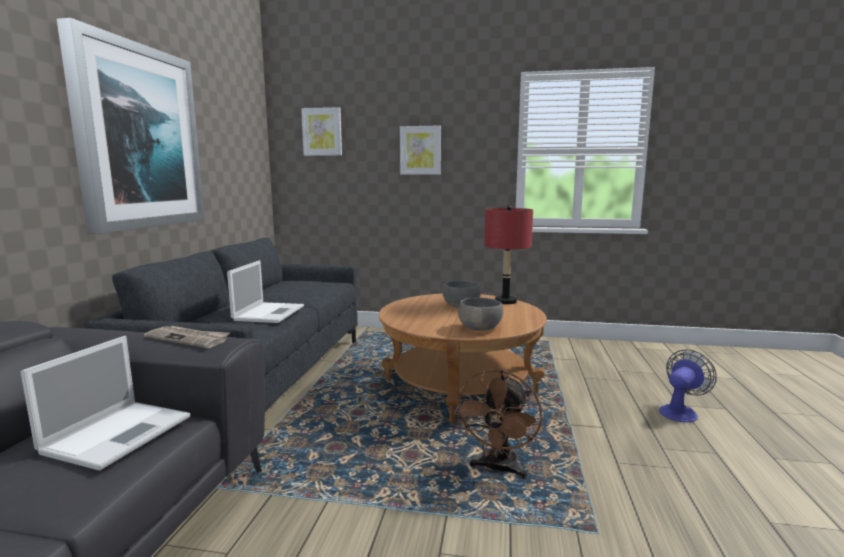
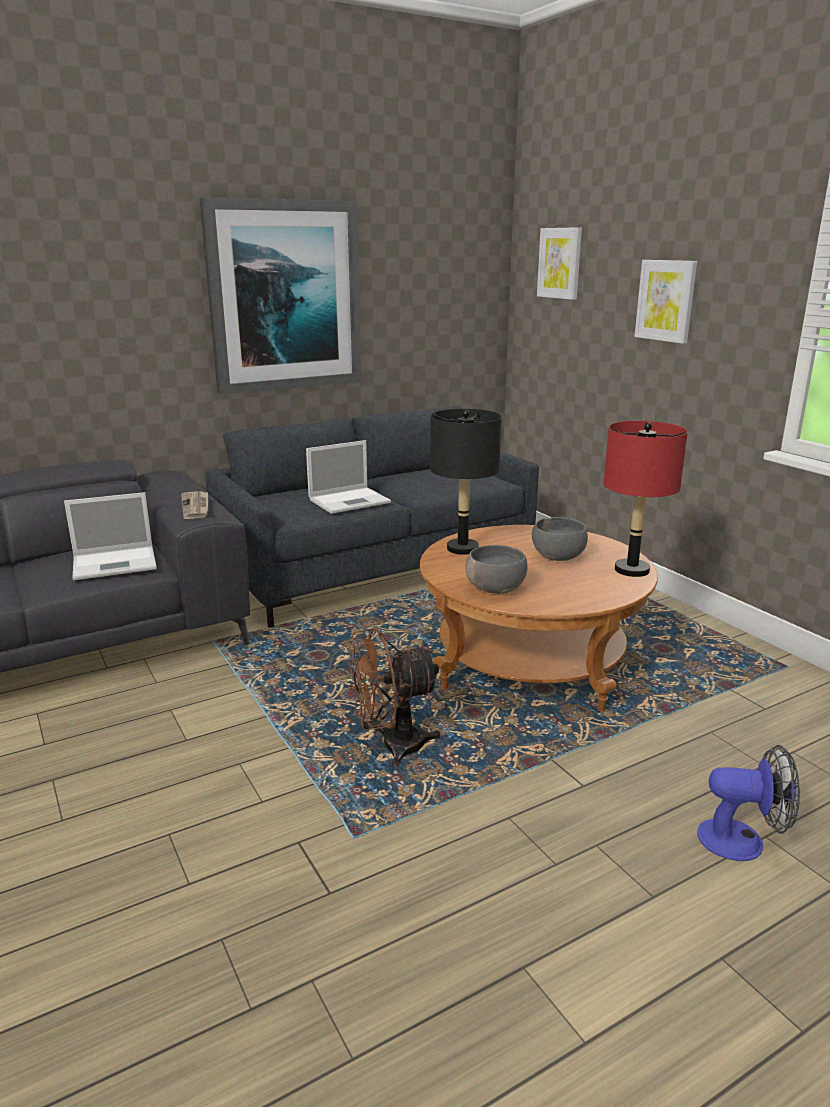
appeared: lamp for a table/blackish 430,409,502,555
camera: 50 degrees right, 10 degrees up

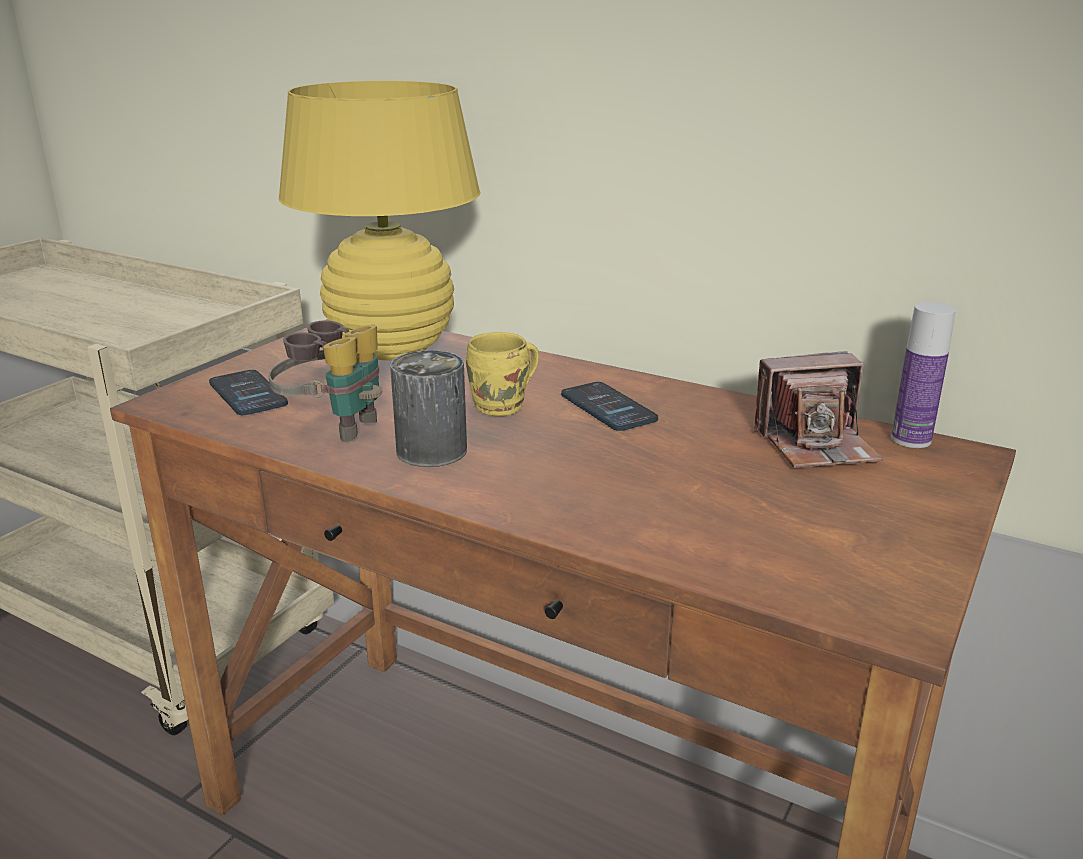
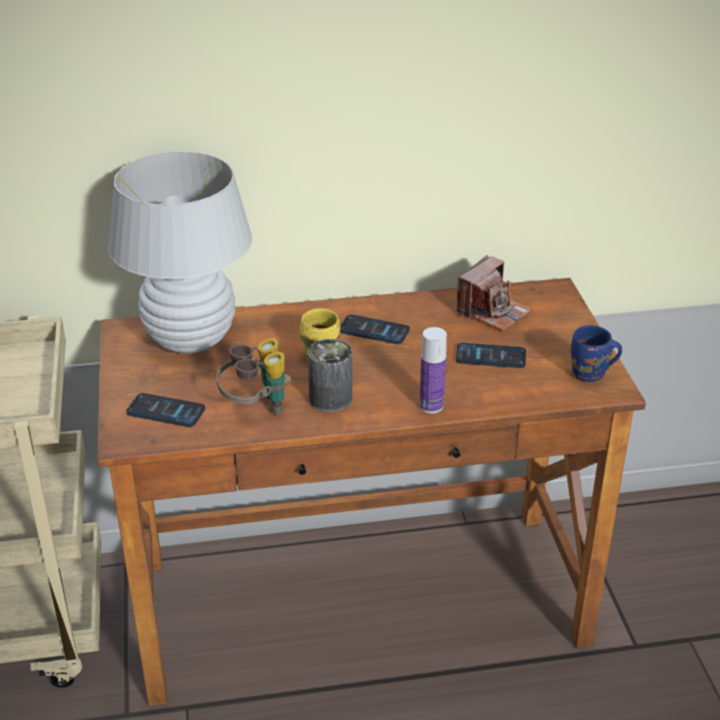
appeared: phone 456,343,526,368; coffee mug/bluish 571,325,622,382
relocated: drink bottle 891,302,956,448 to 419,327,447,414
colour: lamp for a table/yellow 278,81,481,360 to lamp for a table/white-coloured 108,151,252,354
camera: 40 degrees left, 10 degrees up

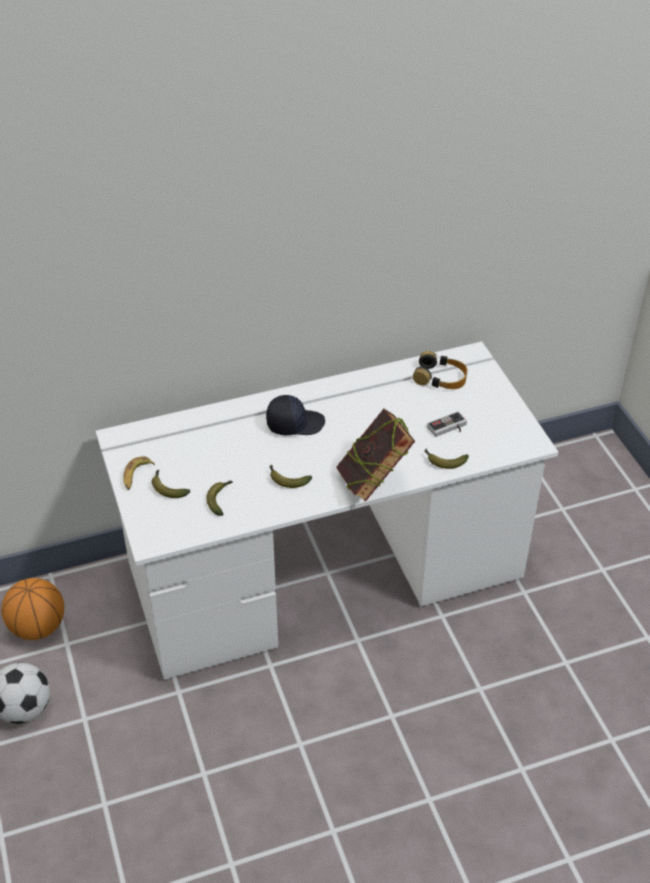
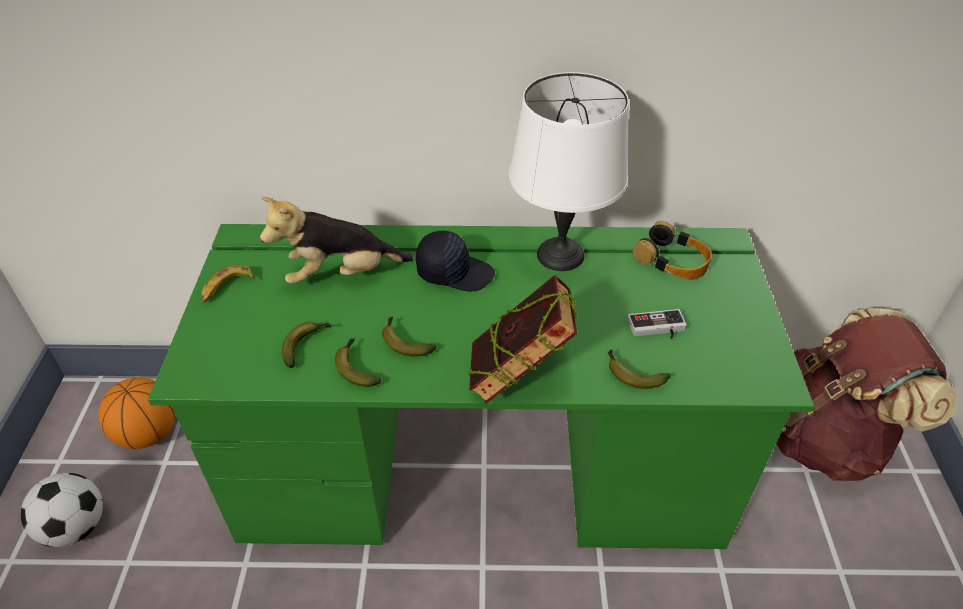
appeared: soft toy 260,197,413,284; lamp for a table/white-coloured 509,72,629,271; rucksack/brown 776,308,956,481
relocated: banana fruit 152,470,190,498 to 335,338,381,387
colour: desk unit/white-coloured 96,342,558,680 to desk unit/green-coloured 148,224,814,549
camera: 20 degrees right, 0 degrees up

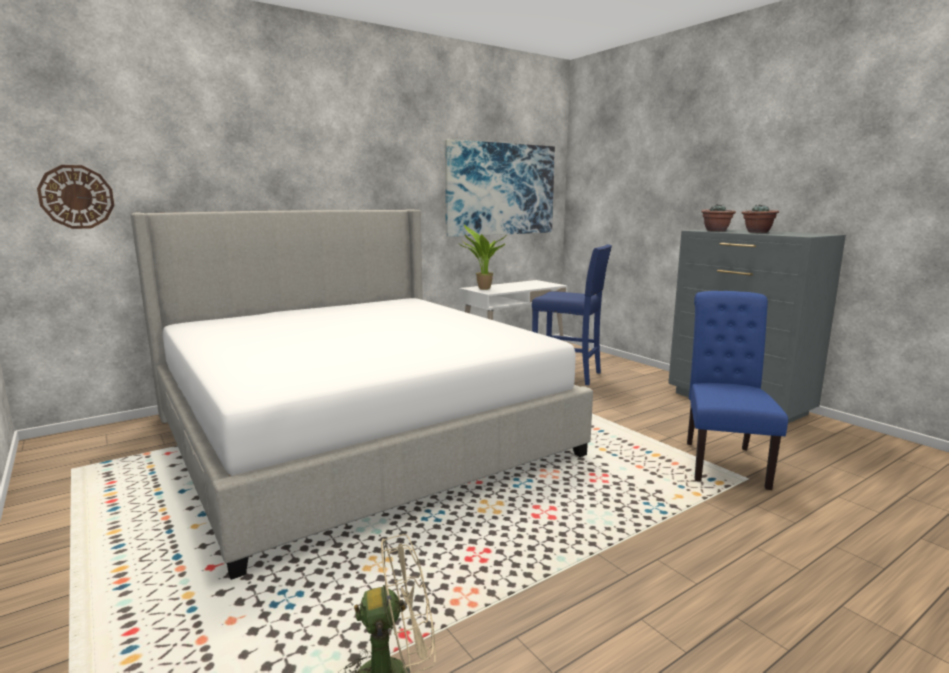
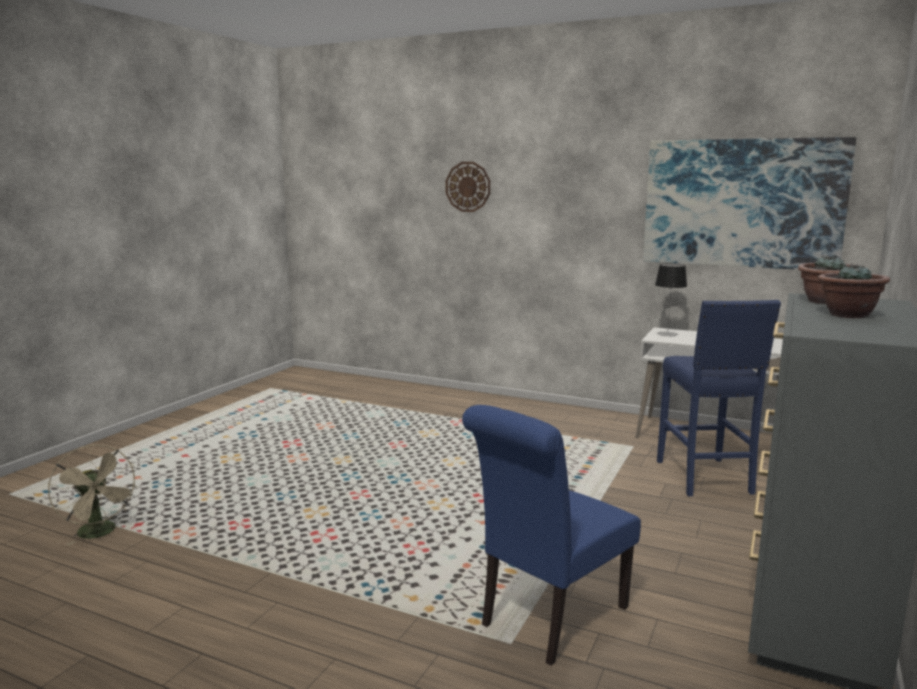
missing: sleeping bed 131,209,593,580
relocated: hanging clock 37,165,115,229 to 446,162,490,212
exchanged: houseplant 459,224,505,290 to lamp for a table 655,263,687,337
spun: chair/bluish 687,291,788,490 = 462,405,641,666 150 degrees clockwise
camera: 60 degrees right, 0 degrees up

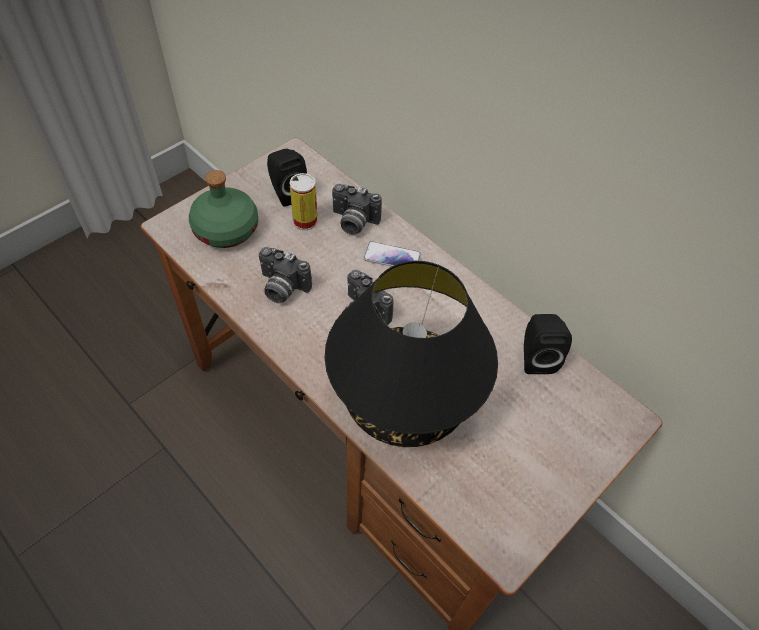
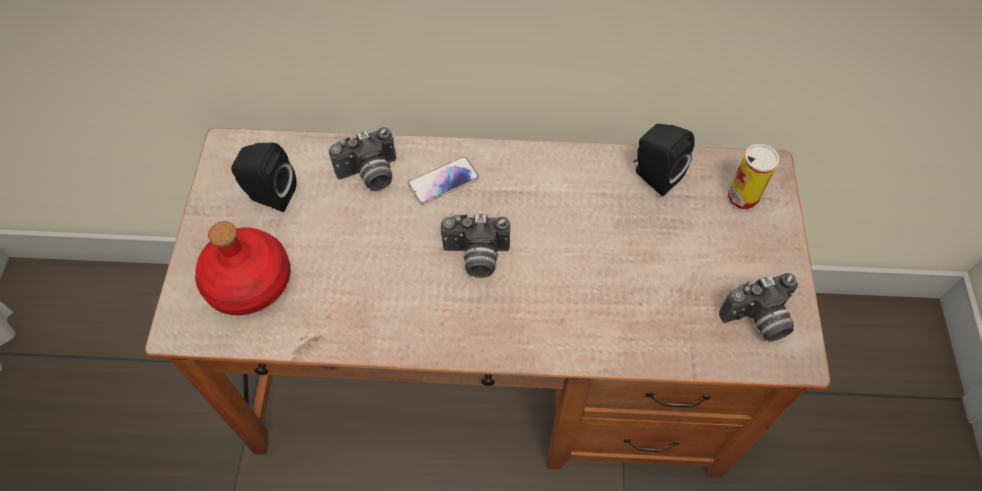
missing: lamp for a table/blackish 325,261,498,447
relocated: still camera 259,247,312,303 to 719,273,798,342; can 289,173,317,230 to 727,144,779,211
colour: drink bottle/green-coloured 189,170,258,248 to drink bottle/red-coloured 195,221,290,315
camera: 40 degrees left, 5 degrees up

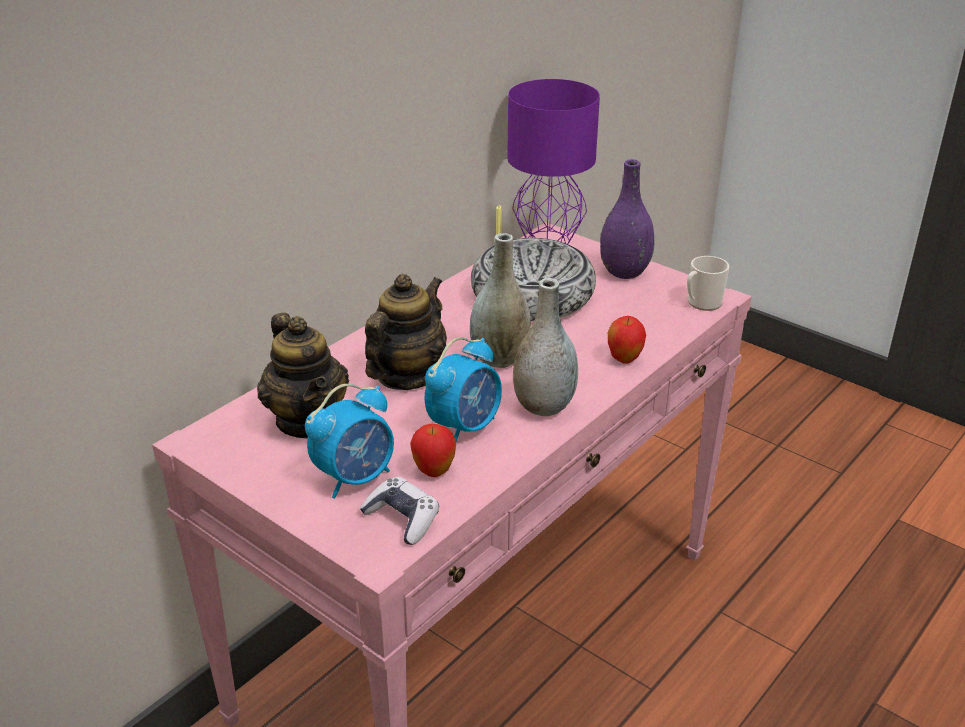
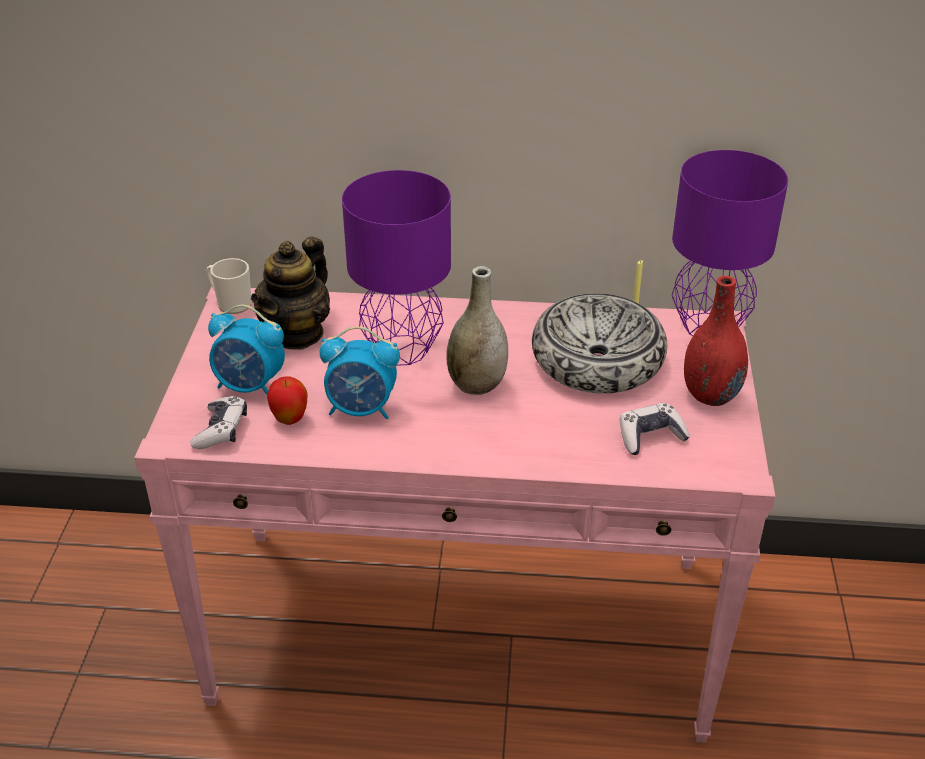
missing: flower vase/grey 513,278,578,416; apple fruit 608,316,646,364
appeared: joypad 620,403,690,455
relocated: coffee mug 687,256,729,311 to 206,258,252,314
exchanged: pot for tea 365,274,447,390 to lamp for a table/purplish 342,170,451,366
colour: flower vase/purplish 600,159,654,279 to flower vase/red-coloured 684,276,748,406
camera: 55 degrees right, 5 degrees up

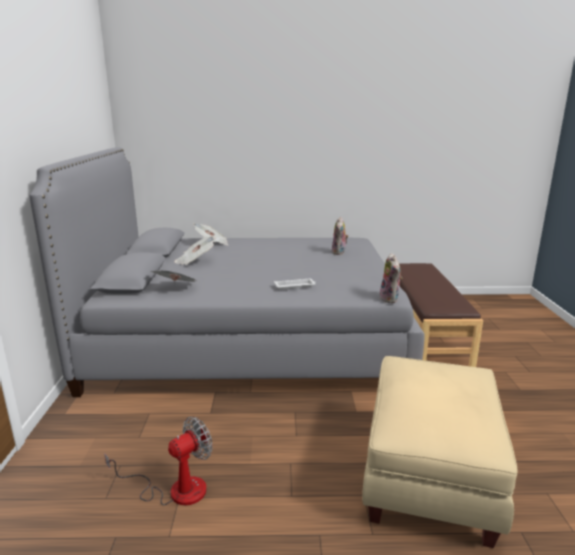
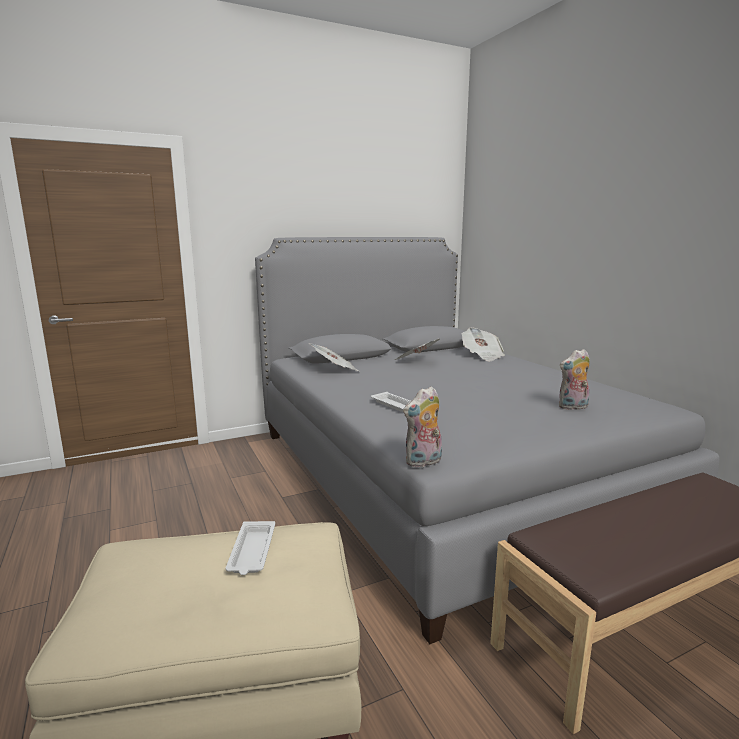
missing: electric fan 104,417,213,505
appeared: tray/white-coloured 226,521,275,575
camera: 65 degrees right, 5 degrees down

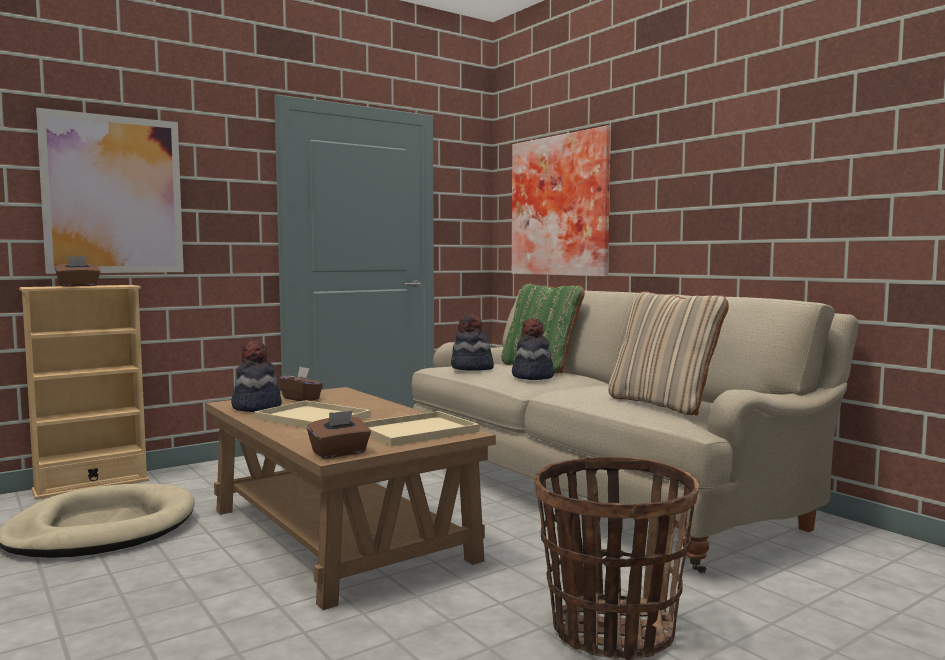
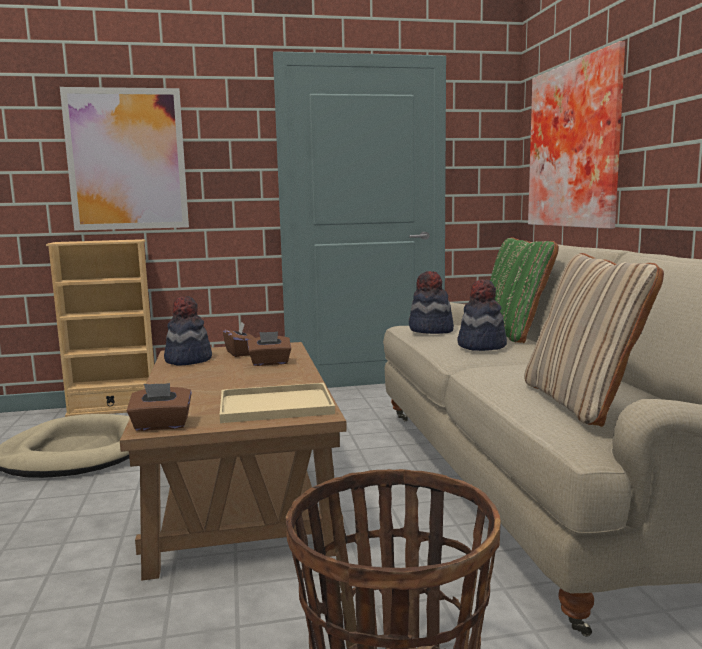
missing: tray/sand-coloured 254,400,371,428
relocated: tissue holder/brown 55,256,100,287 to 248,332,291,366
camera: 25 degrees right, 5 degrees up

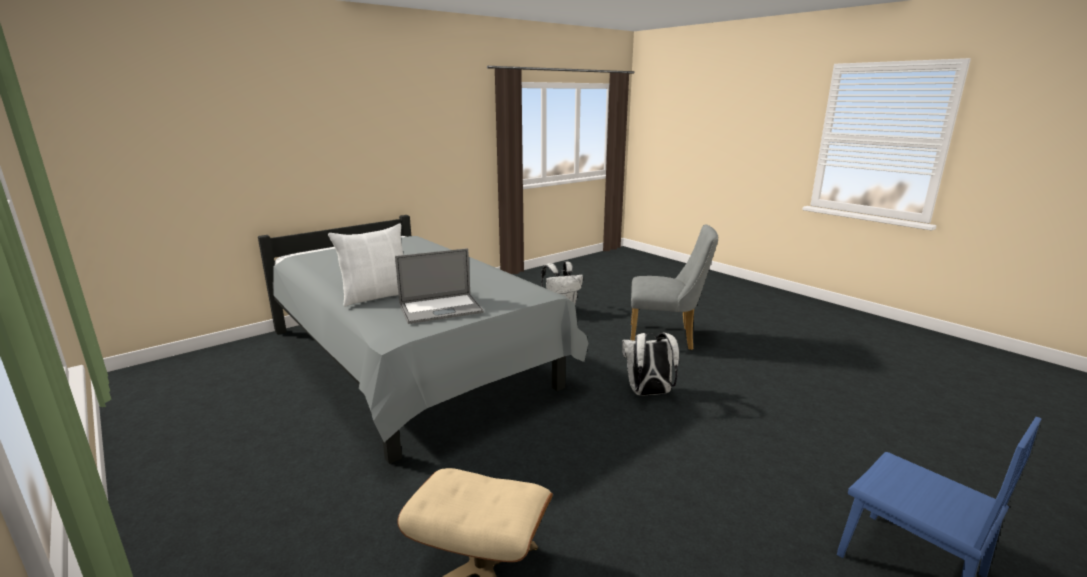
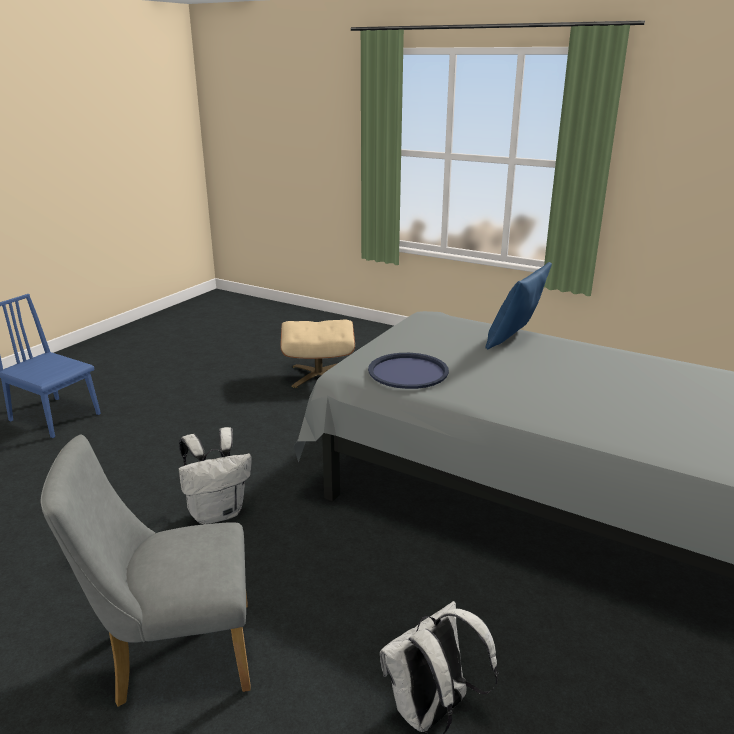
missing: laptop 395,248,484,324
appeared: tray/bluish 368,353,449,389
colour: throw pillow/white-coloured 328,224,403,307 to throw pillow/bluish 485,262,552,349
camera: 160 degrees right, 5 degrees up

